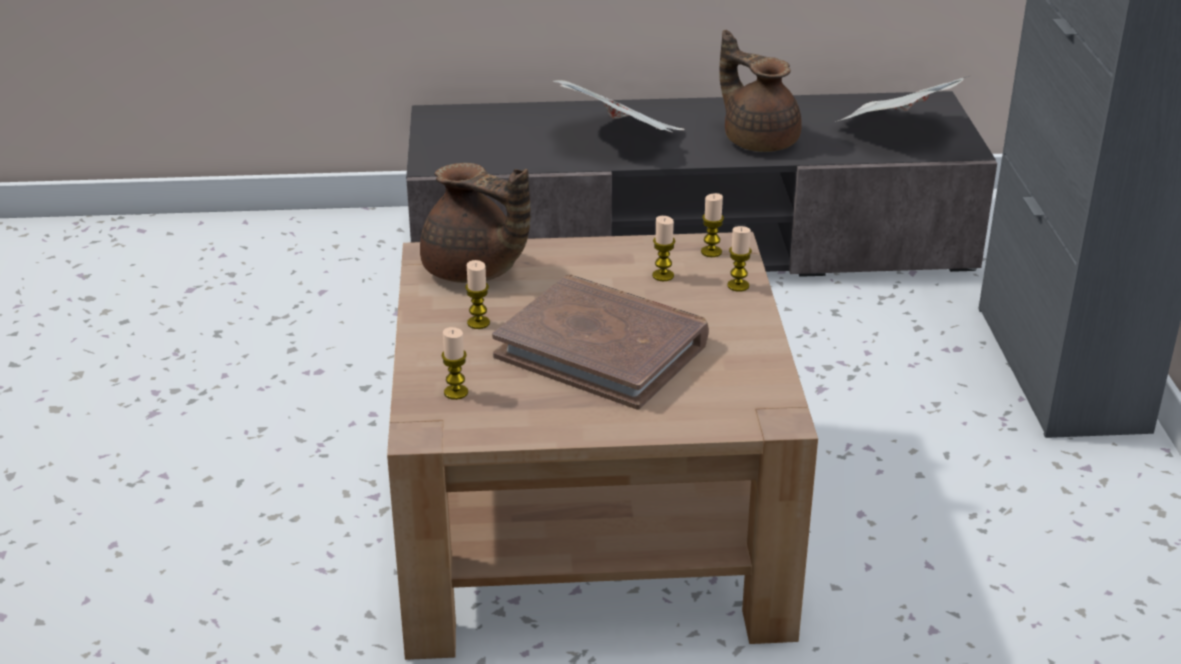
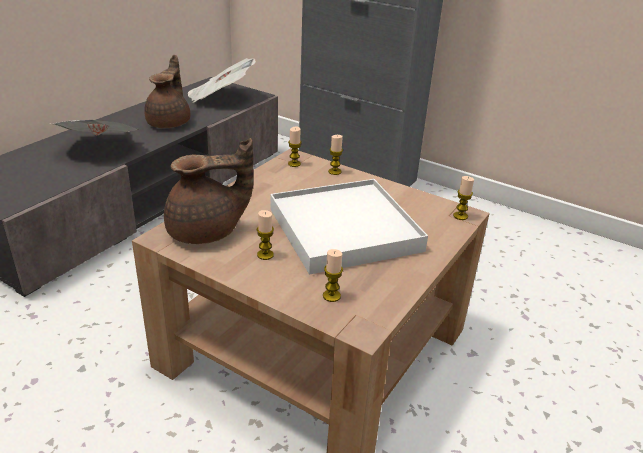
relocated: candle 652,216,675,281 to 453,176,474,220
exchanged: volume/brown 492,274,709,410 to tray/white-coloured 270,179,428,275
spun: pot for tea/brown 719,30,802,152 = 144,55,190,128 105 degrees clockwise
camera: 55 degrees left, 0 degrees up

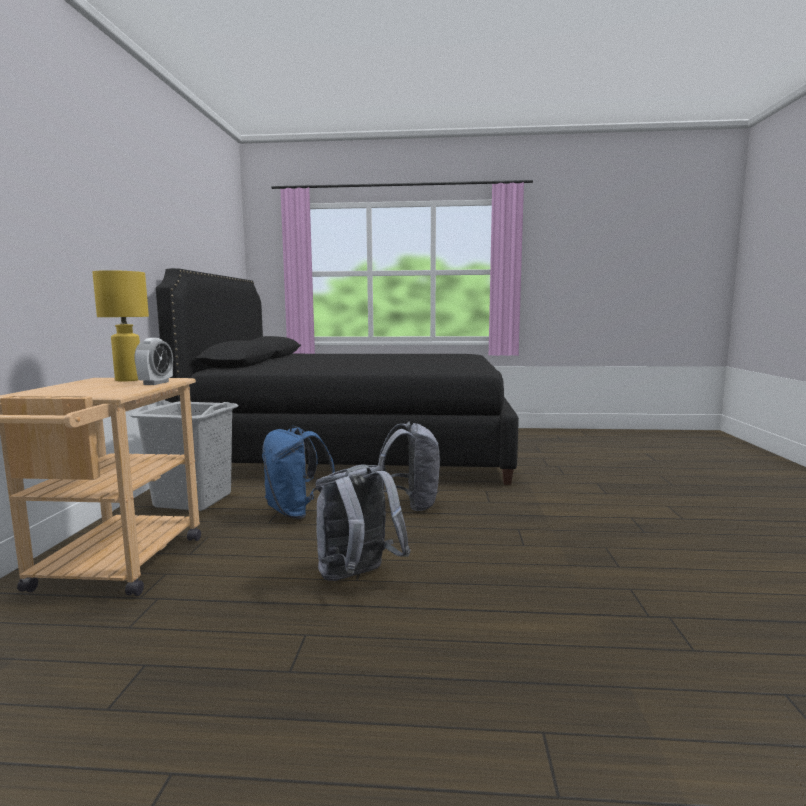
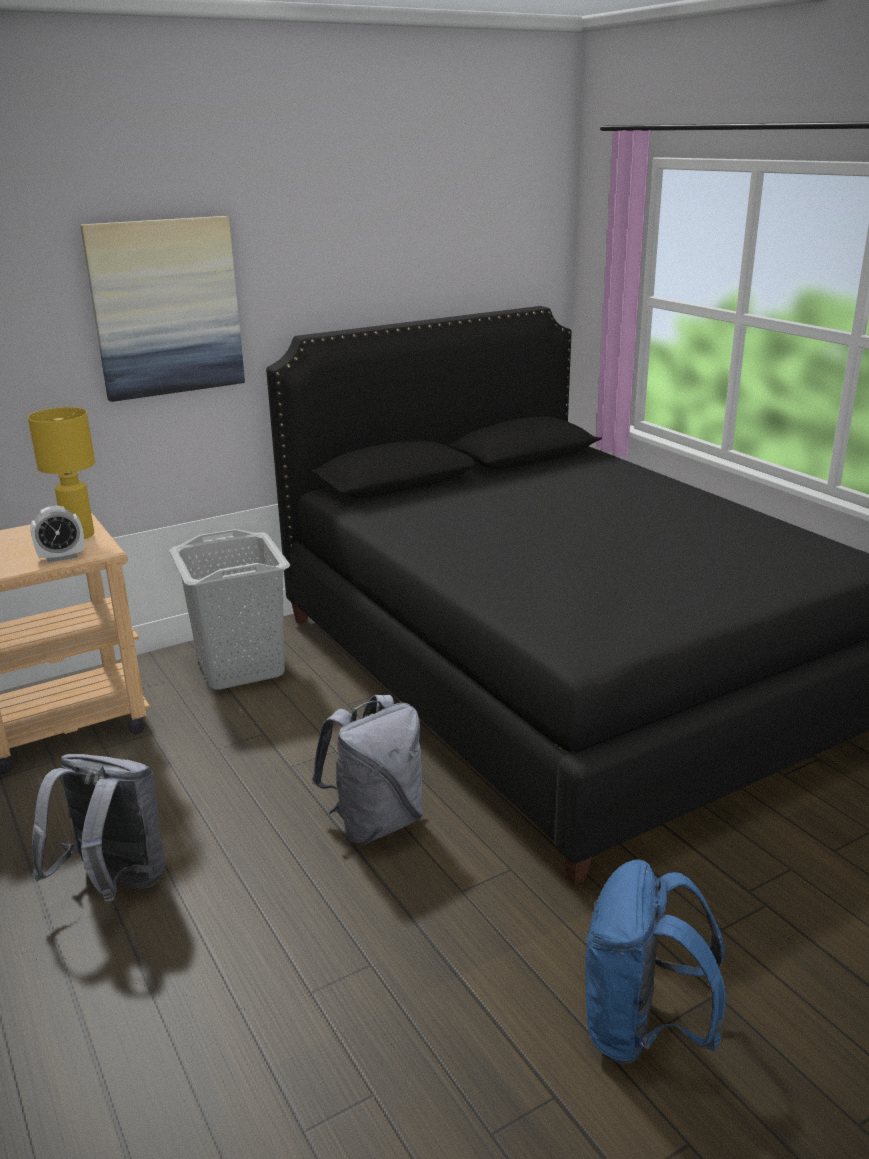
appeared: wall picture 80,216,245,402
relocated: rucksack/bluish 262,426,335,519 to 586,860,726,1064
camera: 55 degrees right, 15 degrees up

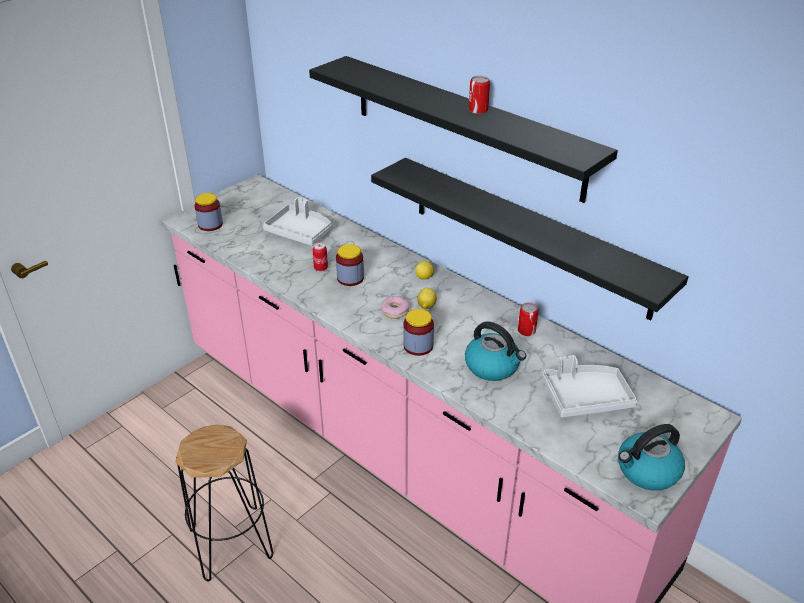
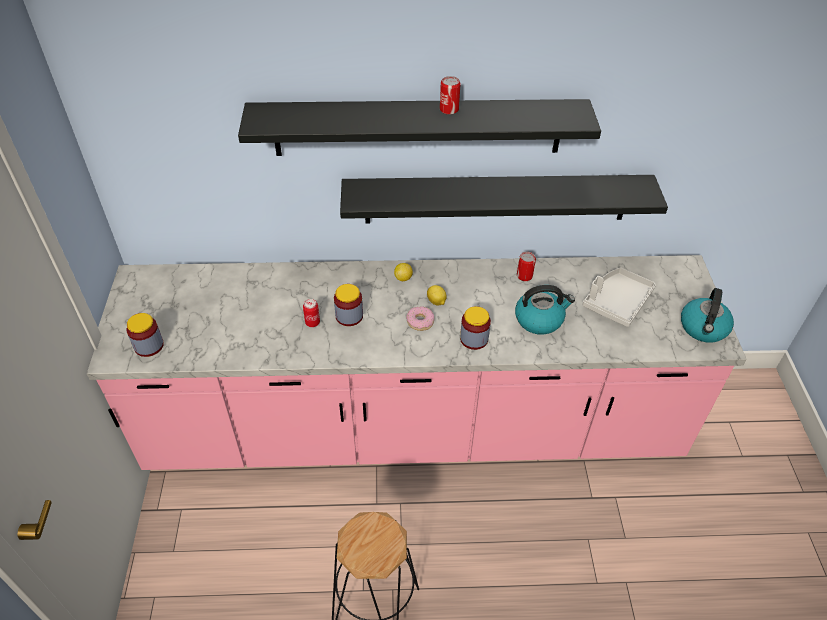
missing: tray/grey 263,197,332,246
camera: 45 degrees left, 10 degrees up

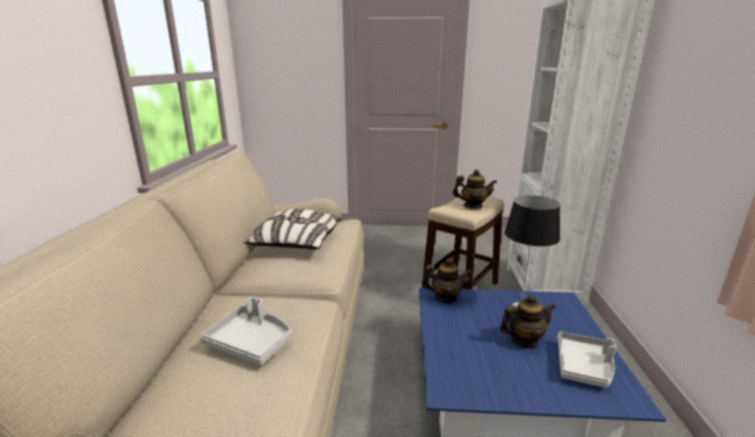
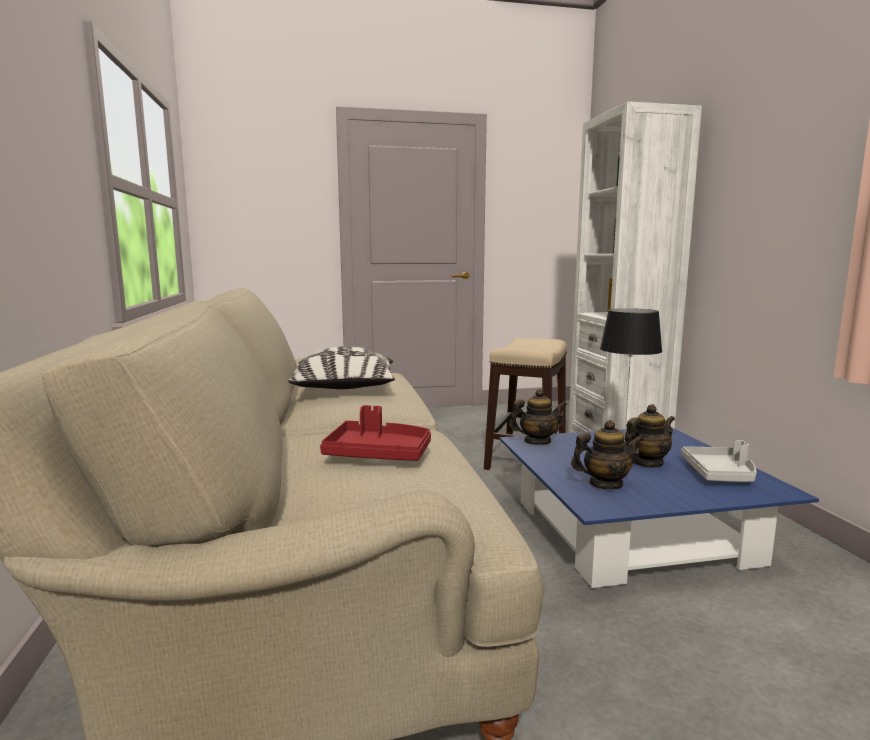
relocated: pot for tea 453,169,497,209 to 571,420,644,490
colour: tray/grey 200,297,292,366 to tray/red-coloured 320,405,431,461
camera: 15 degrees left, 10 degrees down

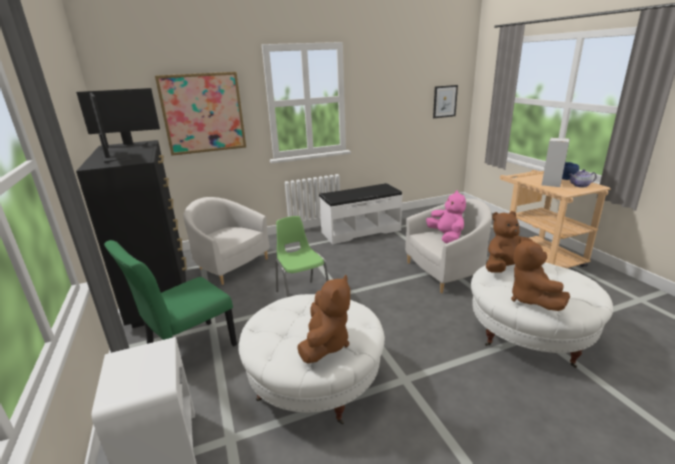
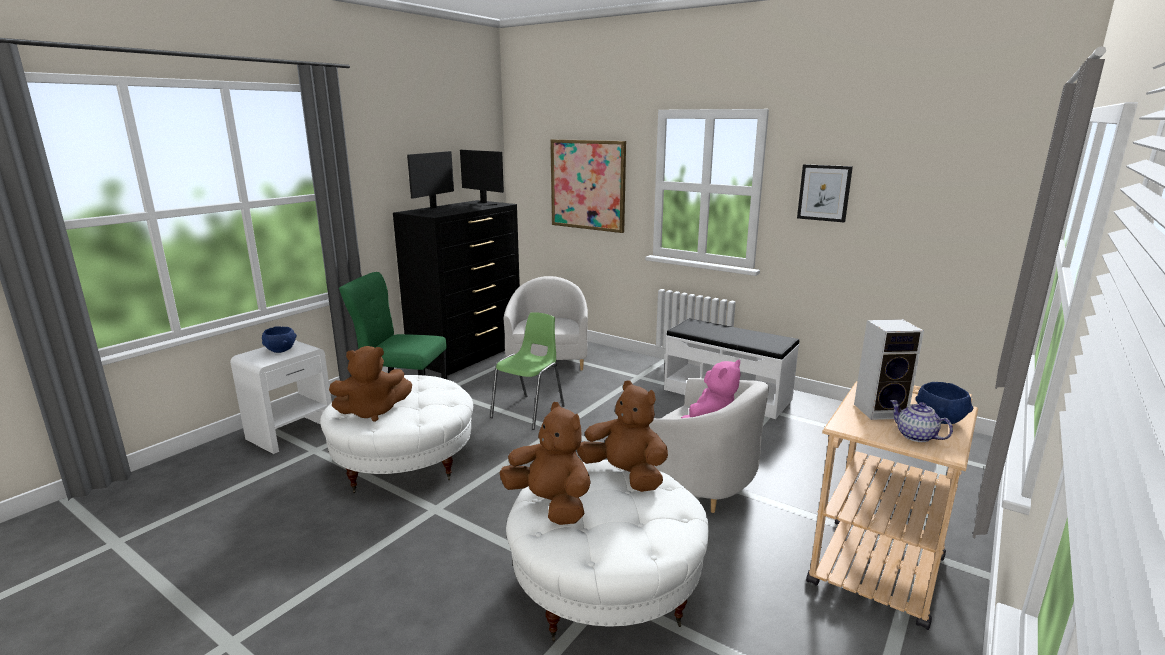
appeared: bowl/bluish 262,326,297,353
relocated: wall picture 433,85,458,118 to 797,164,853,223
spun: soft toy/brown 511,237,570,311 = 500,402,591,525 75 degrees clockwise
camera: 55 degrees right, 5 degrees down

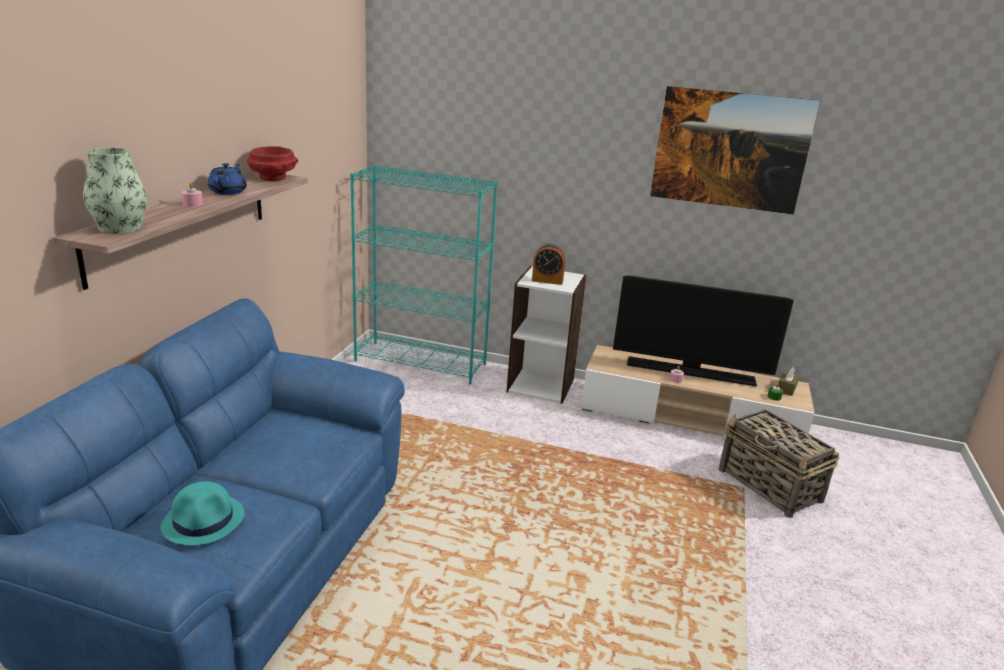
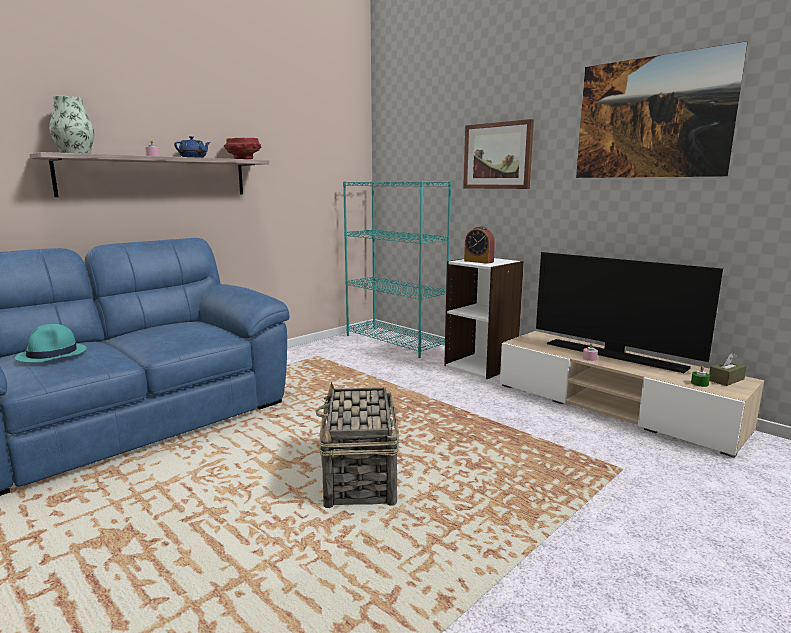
appeared: wall picture 463,119,534,189
relocated: household basket 719,409,839,518 to 315,382,399,508
camera: 30 degrees right, 10 degrees down

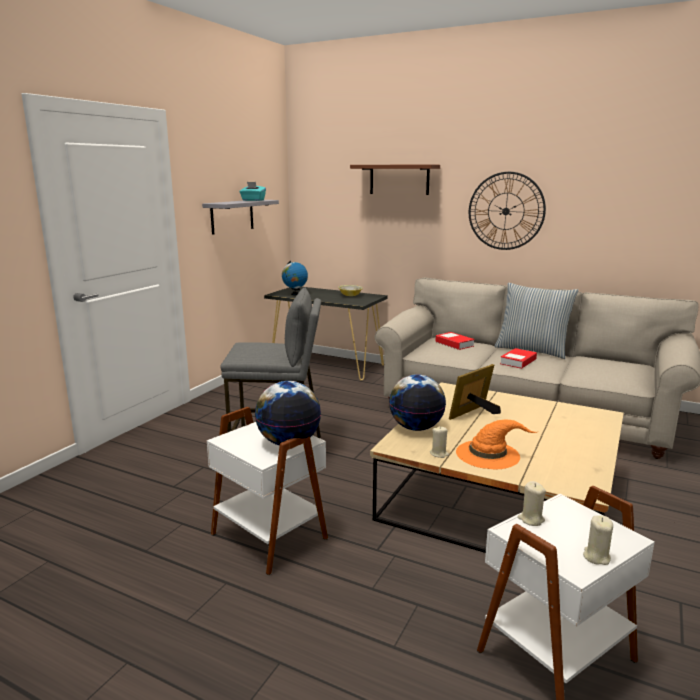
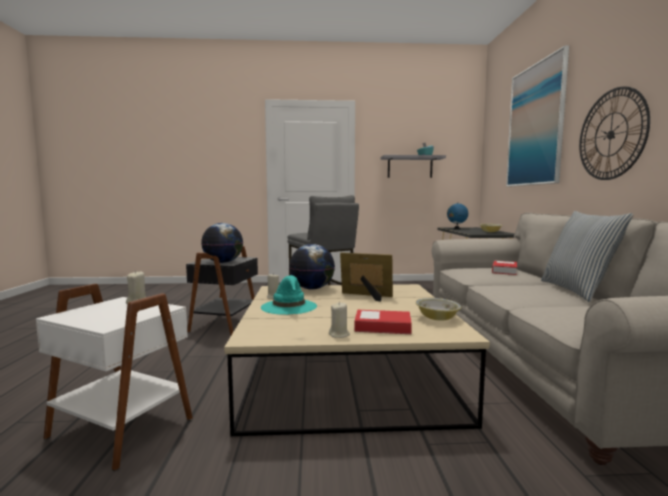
appeared: bowl 416,298,461,320
relocated: volume 500,348,537,369 to 355,310,412,334; candle/sand-coloured 583,515,613,565 to 329,302,350,338
exchanged: bracket shelf/brown 350,164,440,195 to wall picture 506,45,569,187
colour: side table/white-coloured 207,407,328,576 to side table/blackish 186,246,258,335; clothing hat/orangey 456,420,537,469 to clothing hat/turquoise-coloured 261,275,317,315
camera: 60 degrees right, 10 degrees down

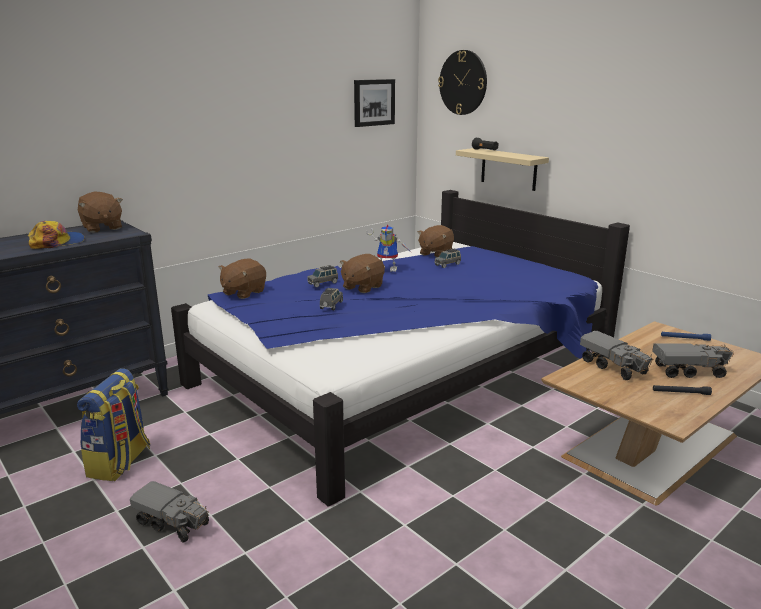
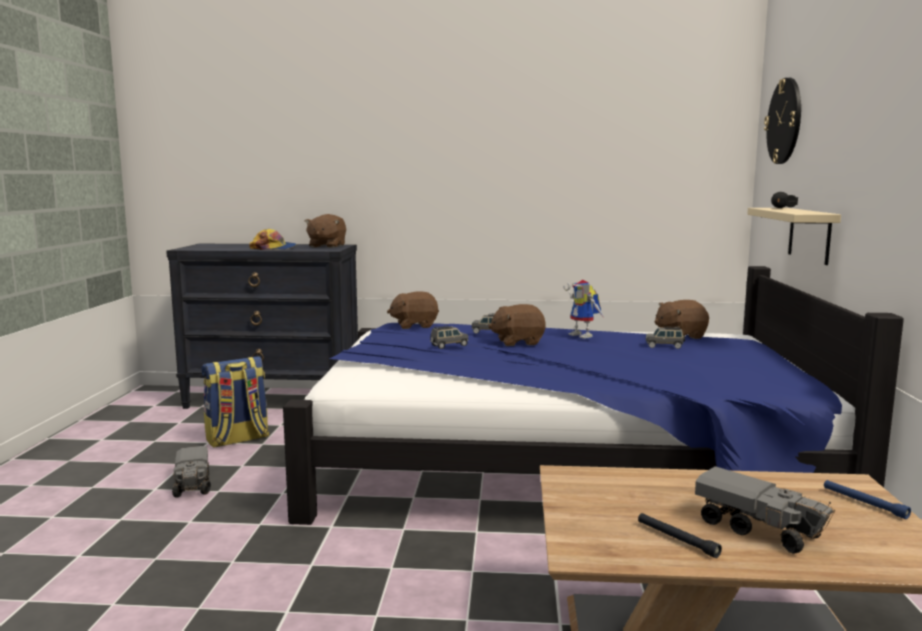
missing: wall picture 354,79,395,127; toy lorry 580,331,653,380
camera: 45 degrees right, 10 degrees down

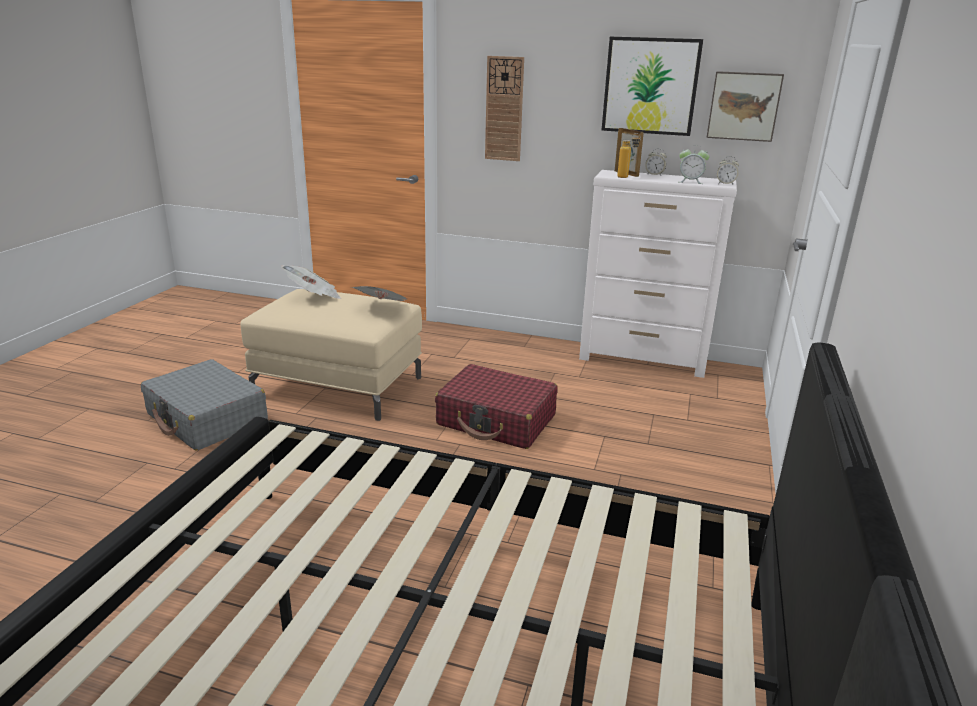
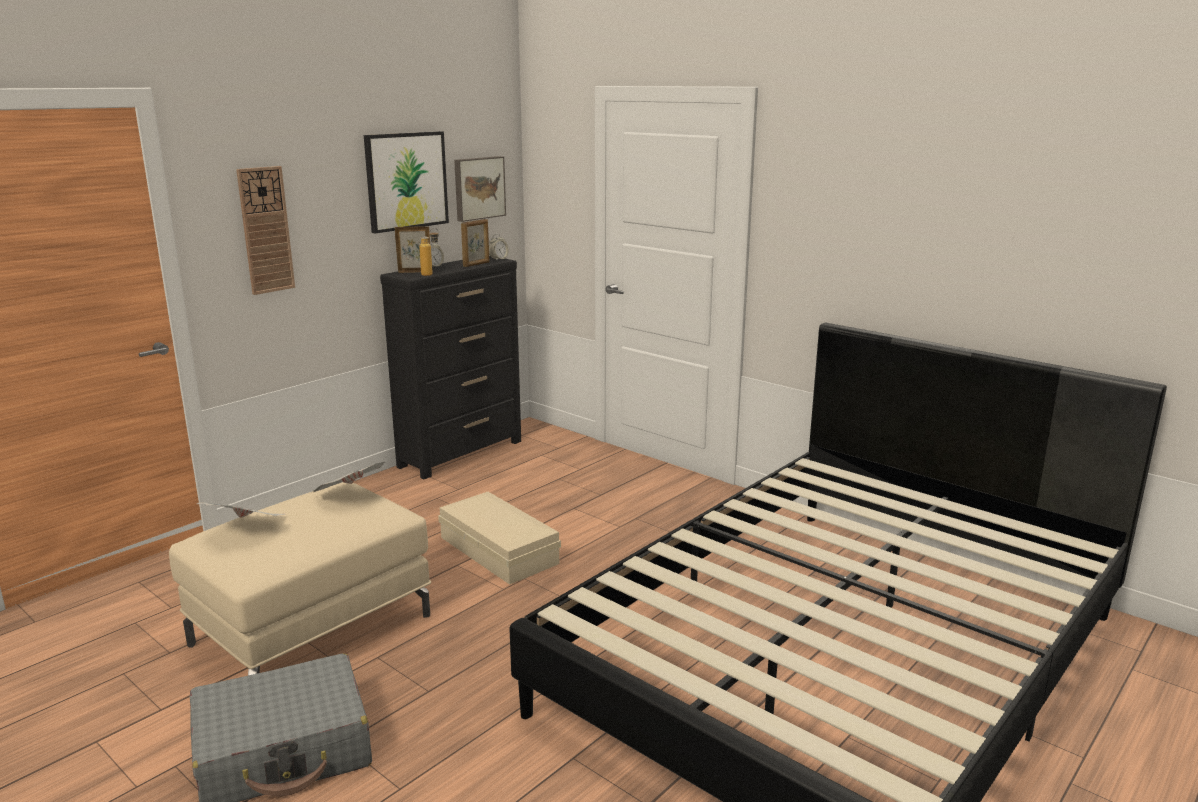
exchanged: travel case/red-coloured 435,364,558,449 to storage box/sand-coloured 438,492,561,585; table clock 679,145,709,184 to picture frame 461,219,489,267
colour: drawer chest/white-coloured 579,170,737,378 to drawer chest/blackish 380,256,521,479
camera: 65 degrees left, 5 degrees down

